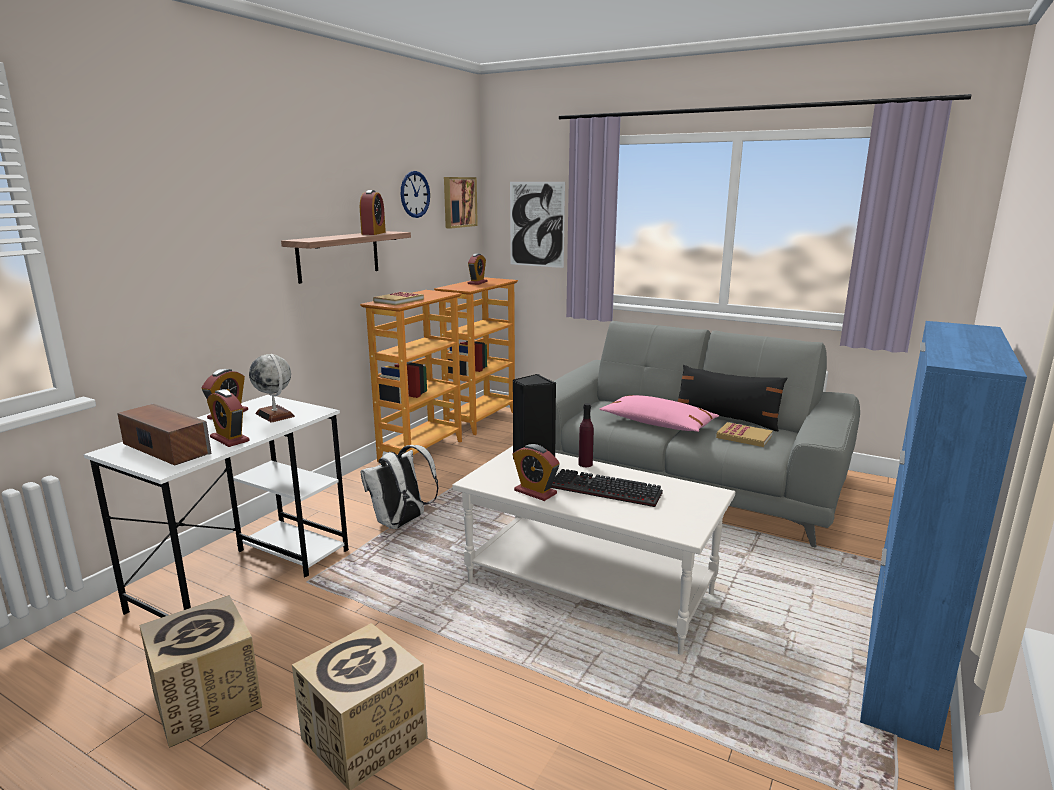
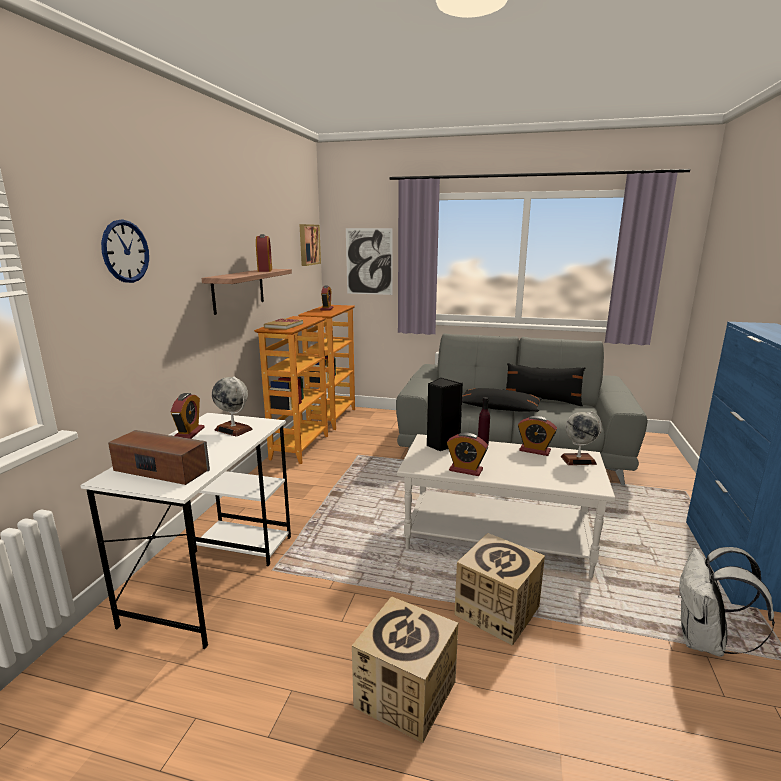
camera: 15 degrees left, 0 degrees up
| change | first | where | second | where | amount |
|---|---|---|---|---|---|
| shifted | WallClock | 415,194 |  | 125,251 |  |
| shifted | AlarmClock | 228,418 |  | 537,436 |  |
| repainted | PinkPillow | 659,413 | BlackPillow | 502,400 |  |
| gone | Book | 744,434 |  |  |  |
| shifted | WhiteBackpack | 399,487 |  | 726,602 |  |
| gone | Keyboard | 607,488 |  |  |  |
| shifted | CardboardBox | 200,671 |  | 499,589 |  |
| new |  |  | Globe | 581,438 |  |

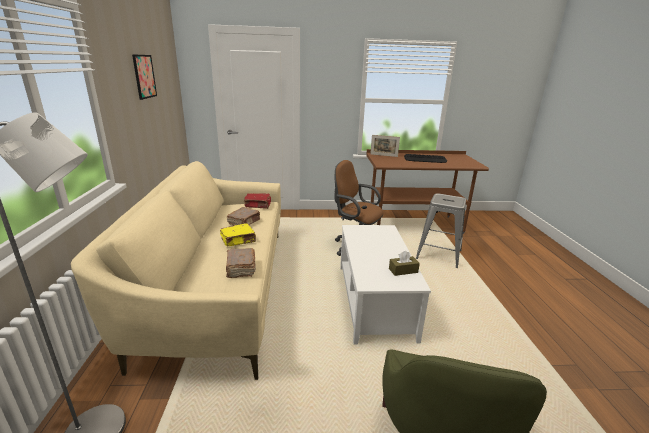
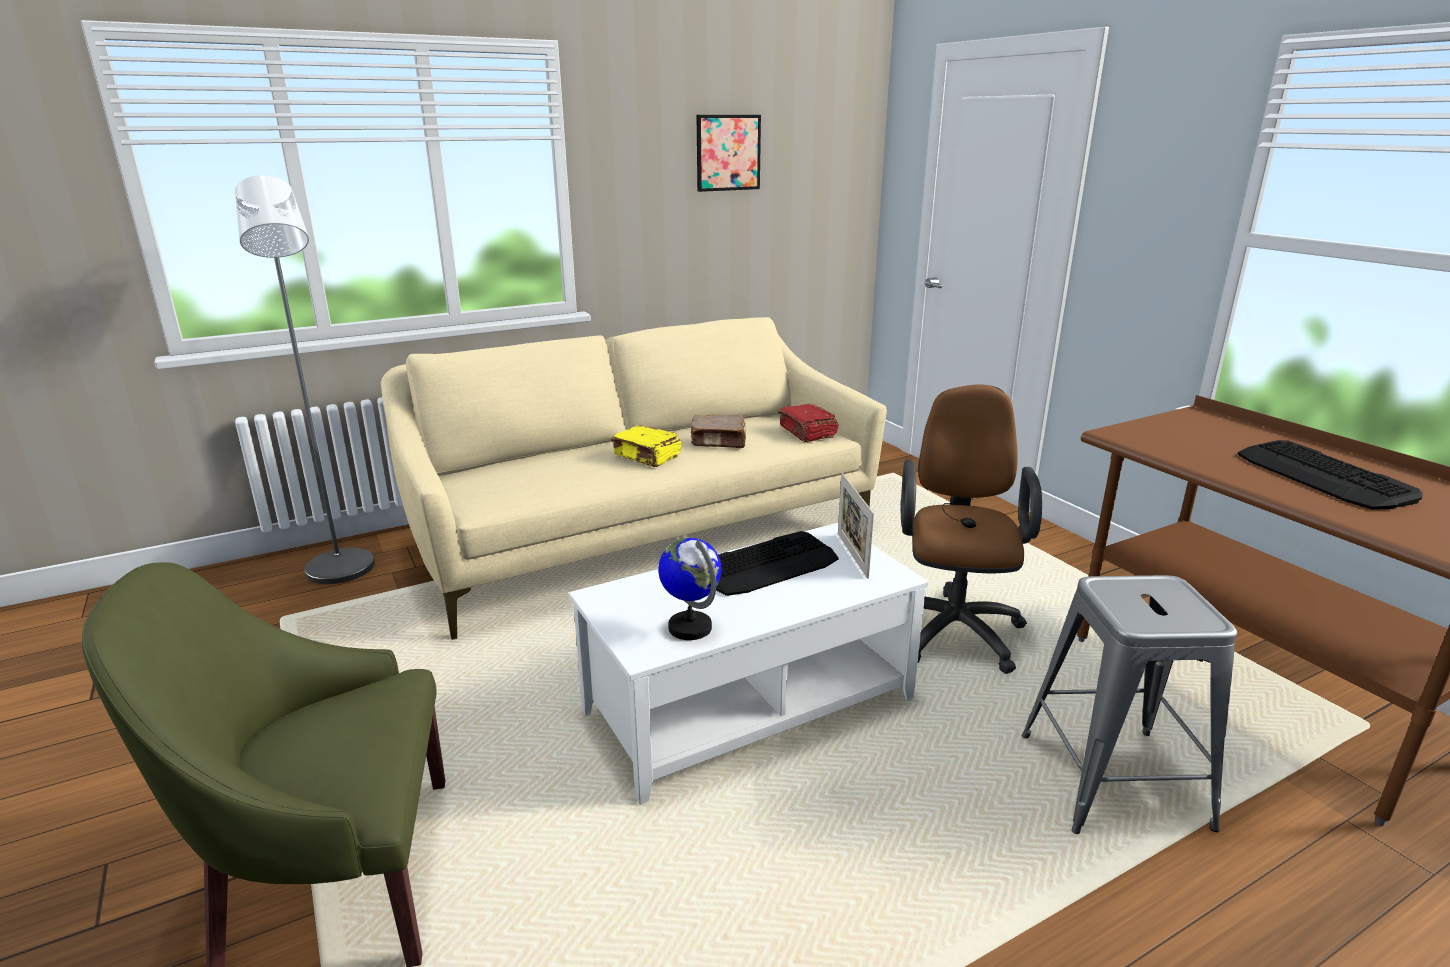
camera: 65 degrees right, 0 degrees up
| change | first | where | second | where | amount |
|---|---|---|---|---|---|
| shifted | PictureFrame | 385,146 |  | 856,526 |  |
| gone | BrownBook | 241,263 |  |  |  |
| swapped | BrownTissueBox | 404,263 | Globe | 689,589 |  |
| new |  |  | Keyboard | 777,563 |  |

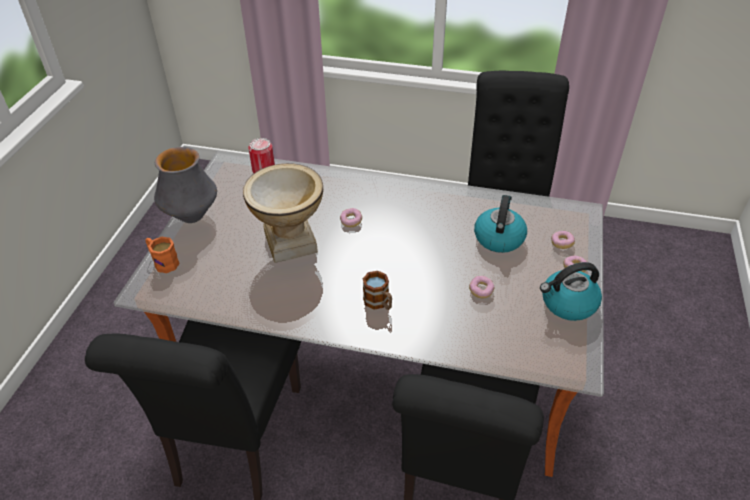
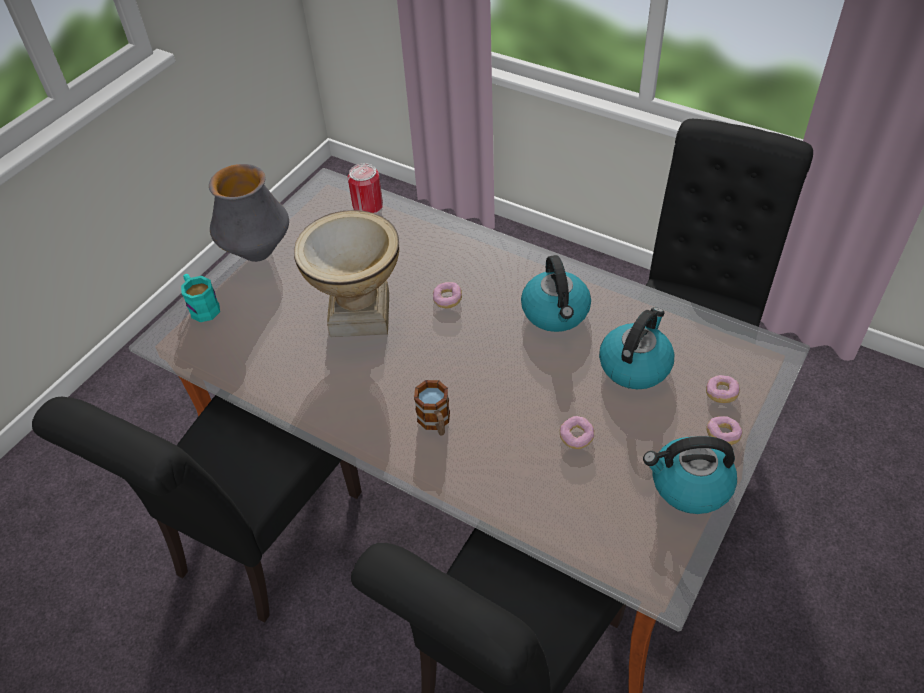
camera: 20 degrees right, 5 degrees up
| change | first | where | second | where | amount |
|---|---|---|---|---|---|
| repainted | OrangeMug | 162,254 | TurquoiseMug | 200,298 |  |
| new |  |  | Kettle | 556,293 |  |

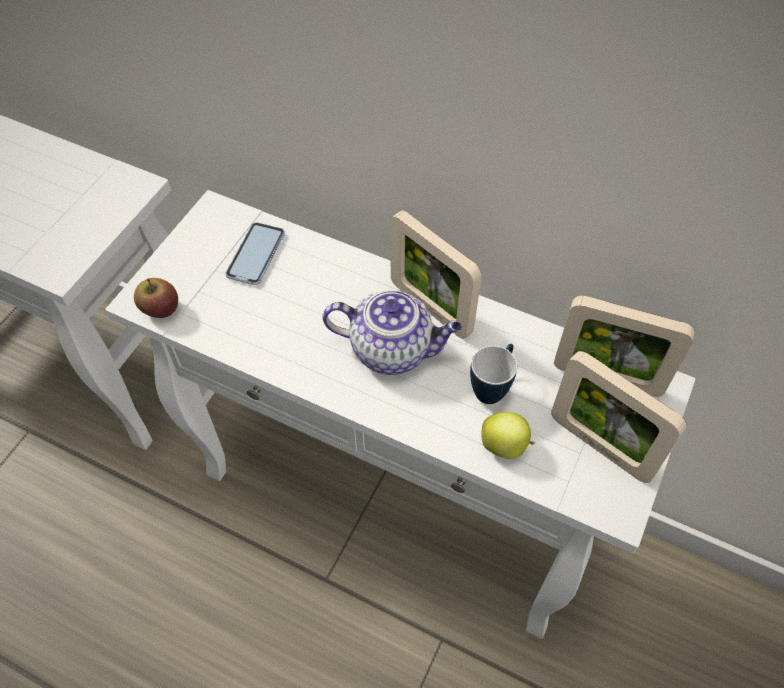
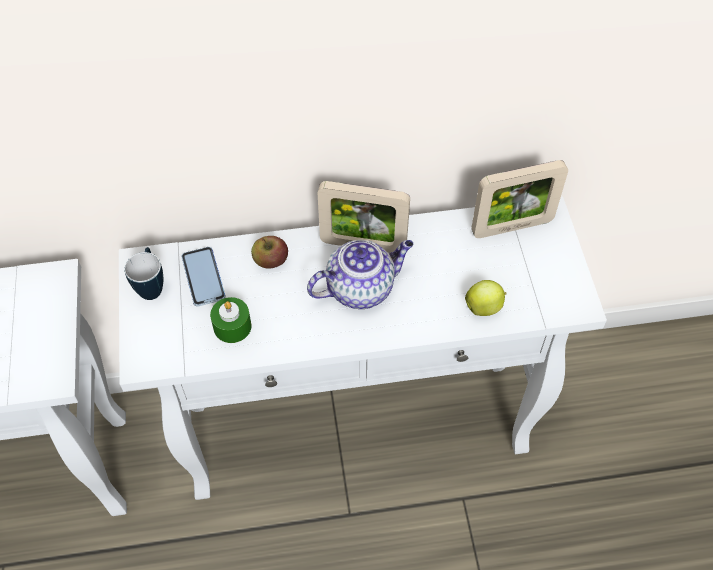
camera: 35 degrees left, 0 degrees up
| change | first | where | second | where | amount |
|---|---|---|---|---|---|
| shifted | Apple | 156,298 |  | 269,252 |  |
| shifted | Mug | 493,374 |  | 143,273 |  |
| gone | PictureFrame | 619,417 |  |  |  |
| new |  |  | GreenCandle | 230,320 |  |

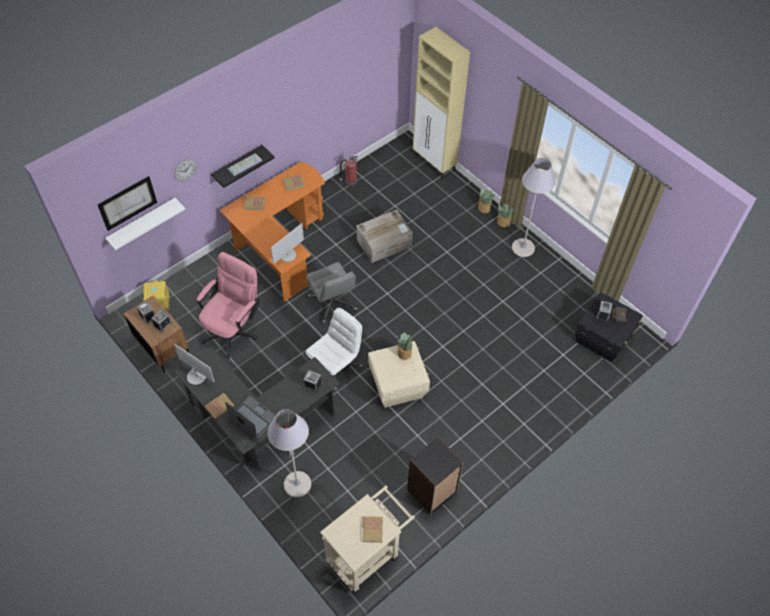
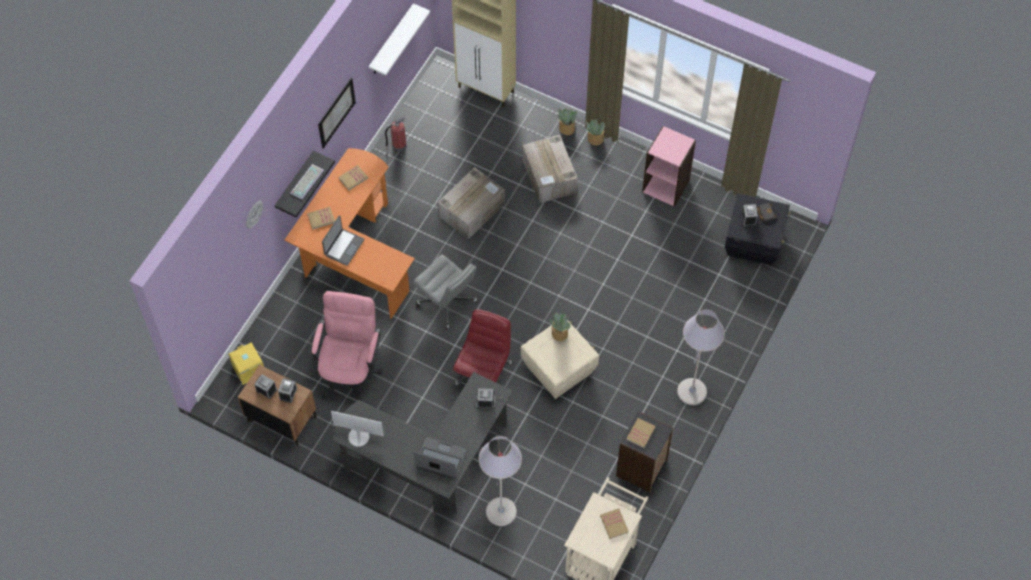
camera: 20 degrees left, 5 degrees up
| change | first | where | second | where | amount |
|---|---|---|---|---|---|
| shifted | GreyFloorLamp | 534,207 |  | 701,357 |  |
| shifted | Picture | 127,203 |  | 337,113 |  |
| shifted | WhiteShelf | 145,224 |  | 399,39 |  |
| gone | Monitor | 287,243 |  |  |  |
| repainted | WhiteOfficeChair | 334,349 | RedOfficeChair | 483,347 |  |
| shifted | Book | 219,406 |  | 641,433 |  |
| new |  |  | PinkBookcase | 669,166 |  |
| new |  |  | CardboardBox | 550,169 |  |
| new |  |  | Laptop | 343,240 |  |

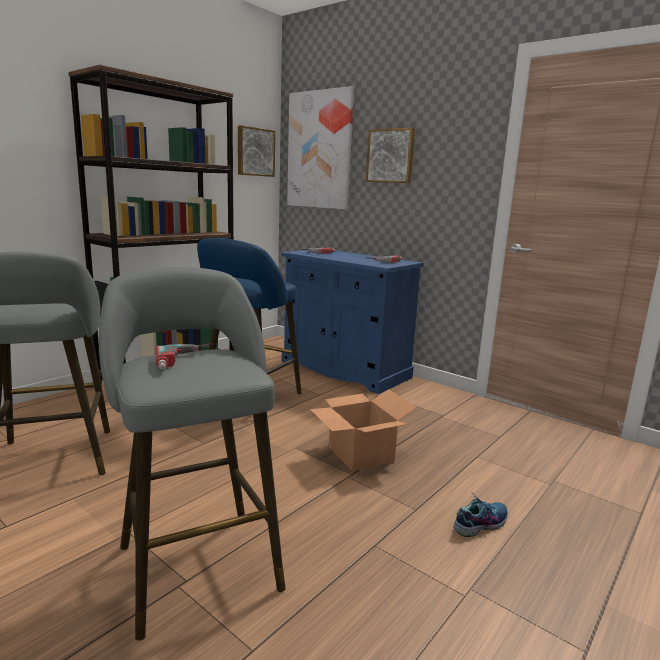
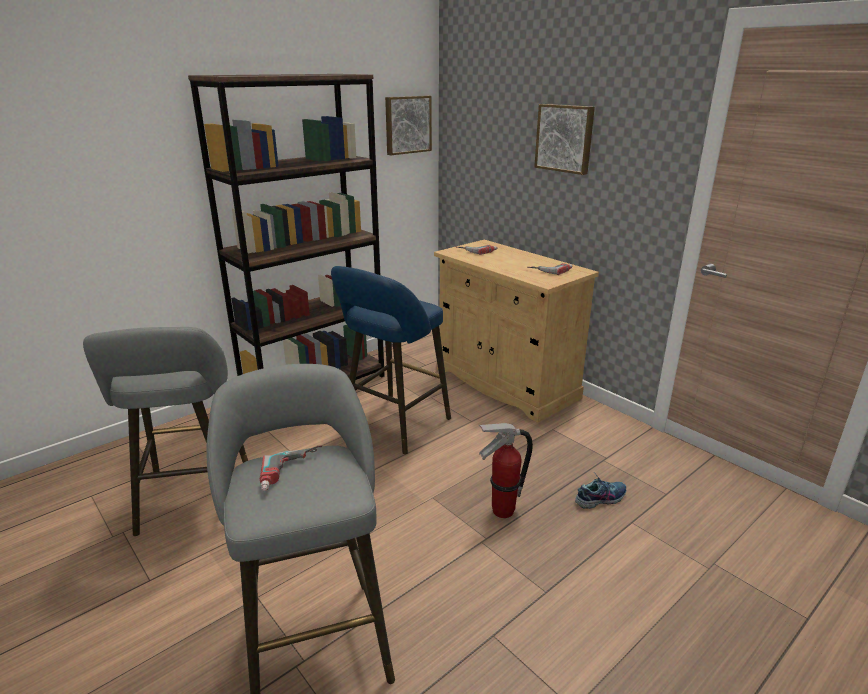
camera: 10 degrees right, 10 degrees up
| change | first | where | second | where | amount |
|---|---|---|---|---|---|
| gone | Picture | 320,148 |  |  |  |
| repainted | BlueCabinet | 352,322 | BeigeCabinet | 516,331 |  |
| swapped | CardboardBox | 363,430 | FireExtinguisher | 506,470 |  |
| shifted | Shoe | 480,516 |  | 600,492 |  |

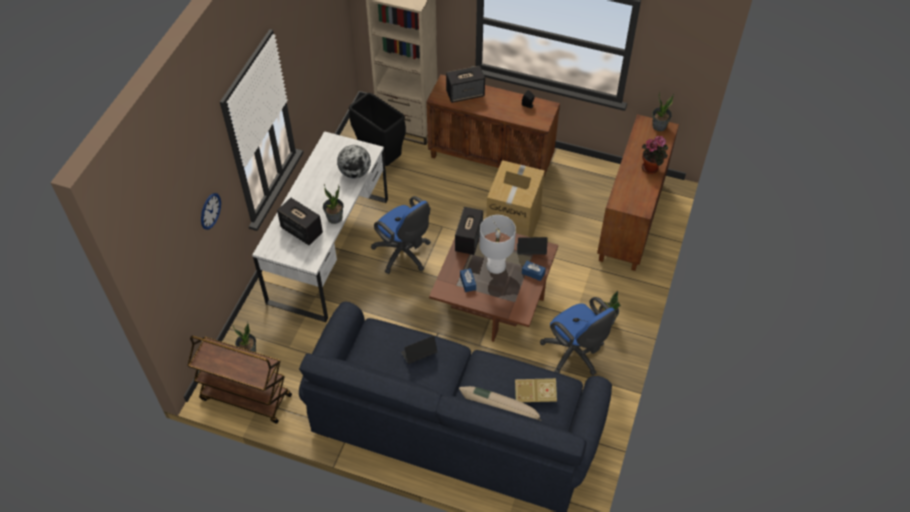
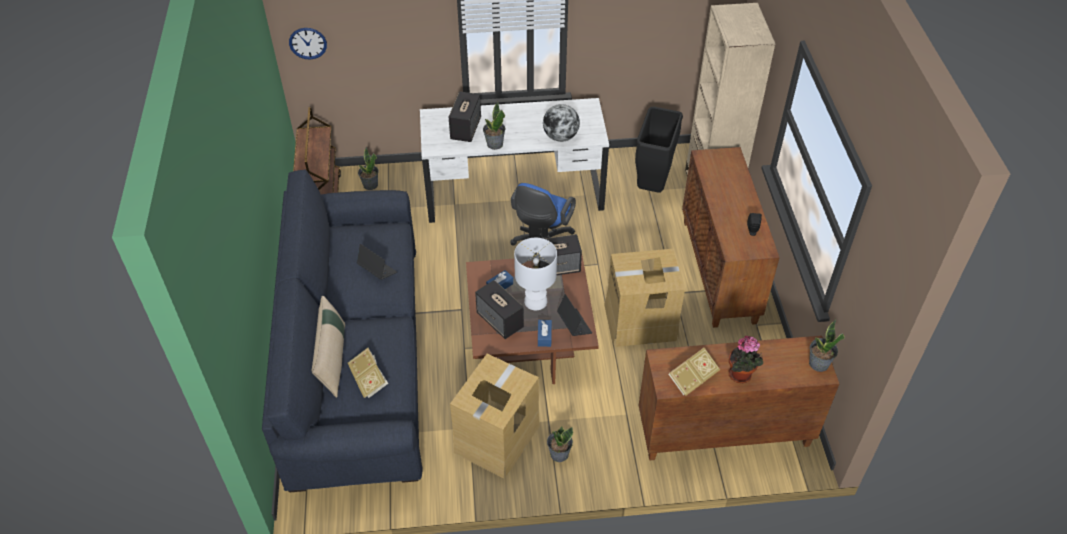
camera: 65 degrees right, 5 degrees down
| change | first | where | second | where | amount |
|---|---|---|---|---|---|
| shifted | Speaker | 465,84 |  | 499,309 |  |
| shifted | WallClock | 211,211 |  | 308,43 |  |
| swapped | BlueOfficeChair | 578,336 | CardboardBox | 495,416 |  |
| new |  |  | Book | 694,372 |  |

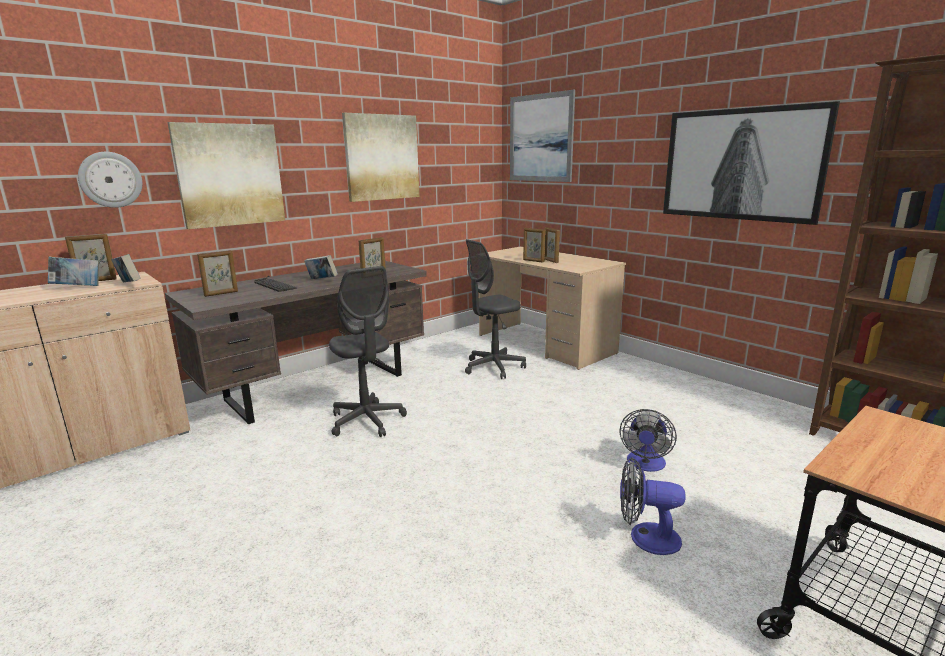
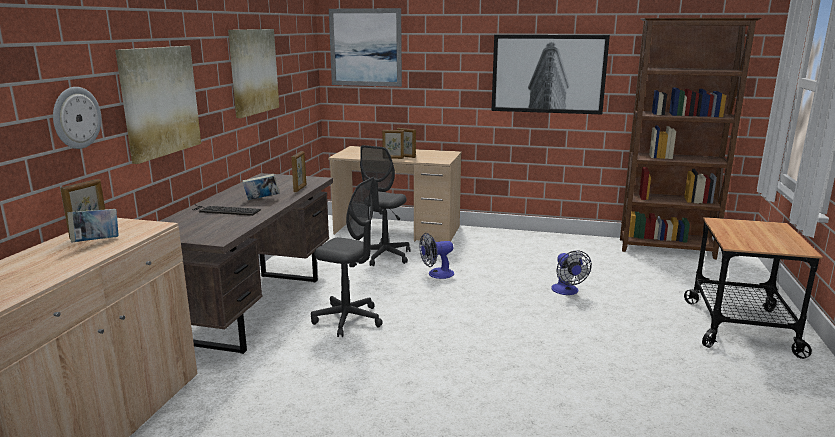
camera: 35 degrees left, 0 degrees up
| change | first | where | second | where | amount |
|---|---|---|---|---|---|
| gone | PictureFrame | 217,273 |  |  |  |
| gone | Book | 126,268 |  |  |  |
| shifted | Fan | 653,506 |  | 436,256 |  |

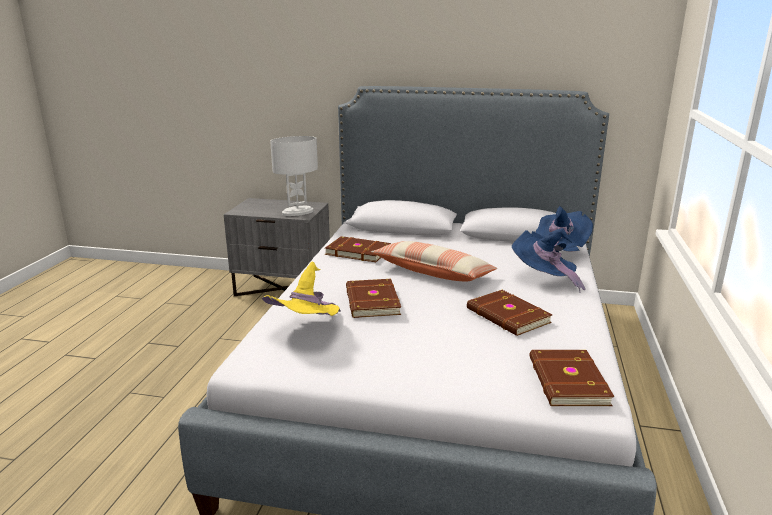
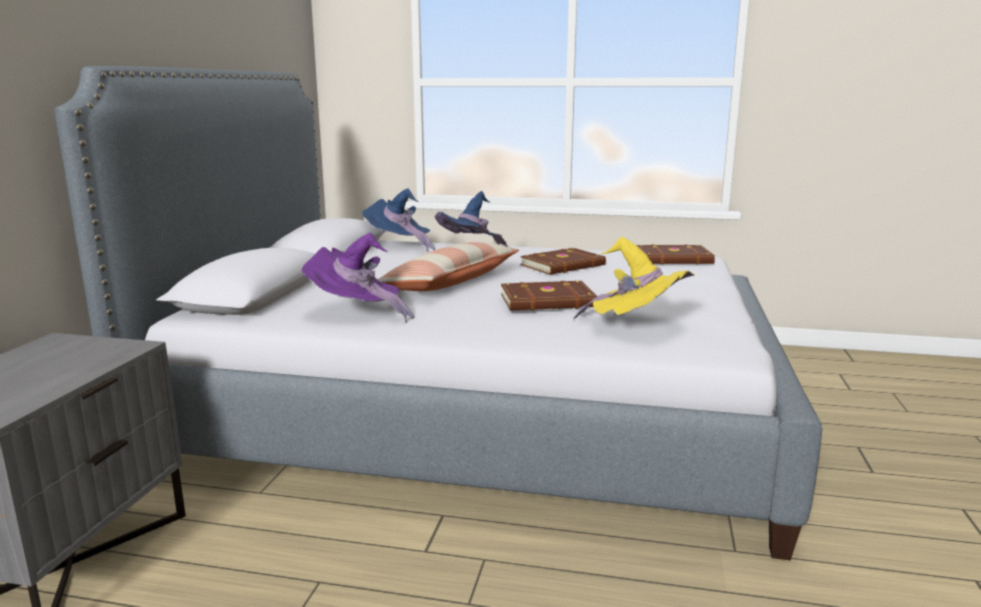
camera: 90 degrees left, 5 degrees down
| change | first | where | second | where | amount |
|---|---|---|---|---|---|
| gone | WhiteTableLamp | 294,176 |  |  |  |
| swapped | BrownBook | 358,249 | PurpleHat | 358,278 |  |

